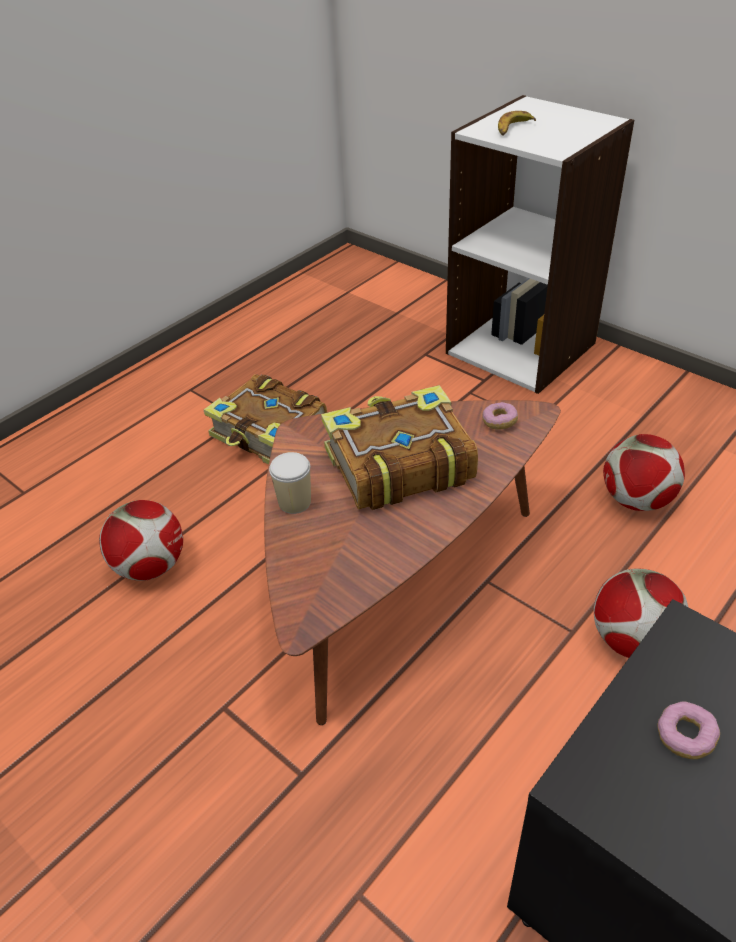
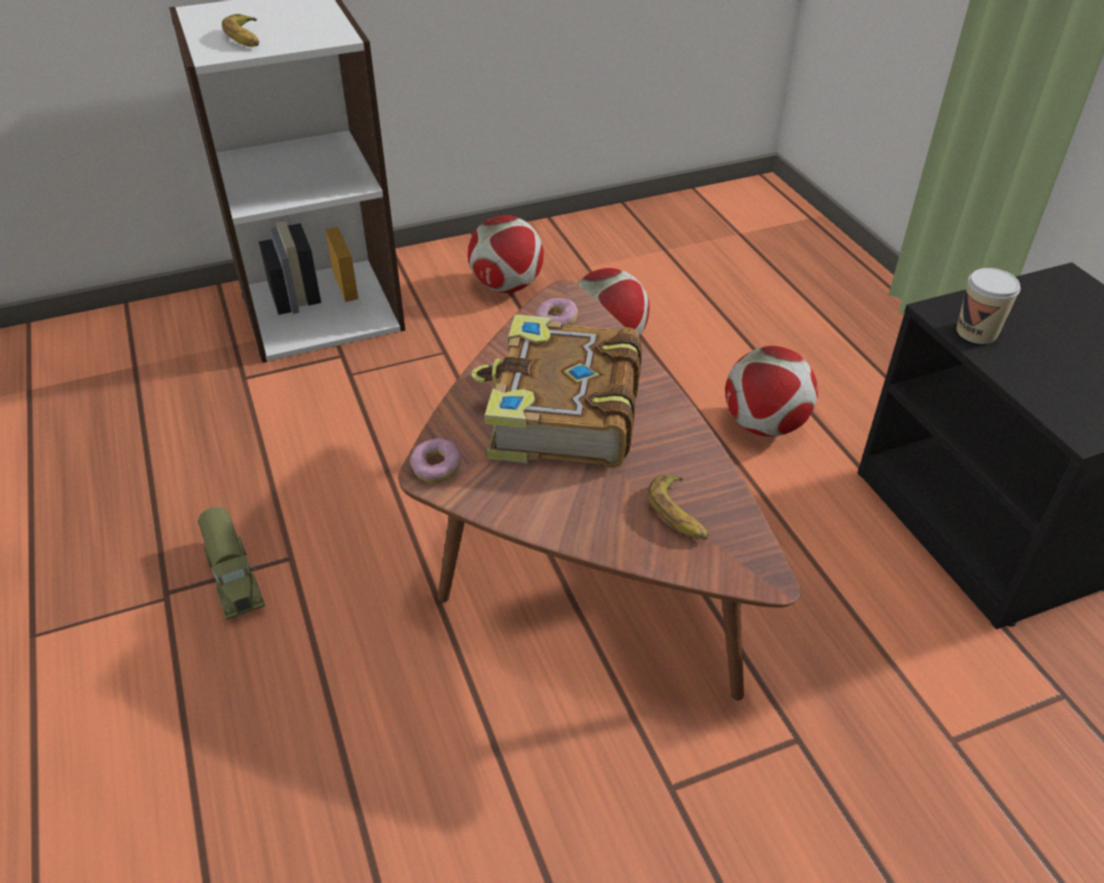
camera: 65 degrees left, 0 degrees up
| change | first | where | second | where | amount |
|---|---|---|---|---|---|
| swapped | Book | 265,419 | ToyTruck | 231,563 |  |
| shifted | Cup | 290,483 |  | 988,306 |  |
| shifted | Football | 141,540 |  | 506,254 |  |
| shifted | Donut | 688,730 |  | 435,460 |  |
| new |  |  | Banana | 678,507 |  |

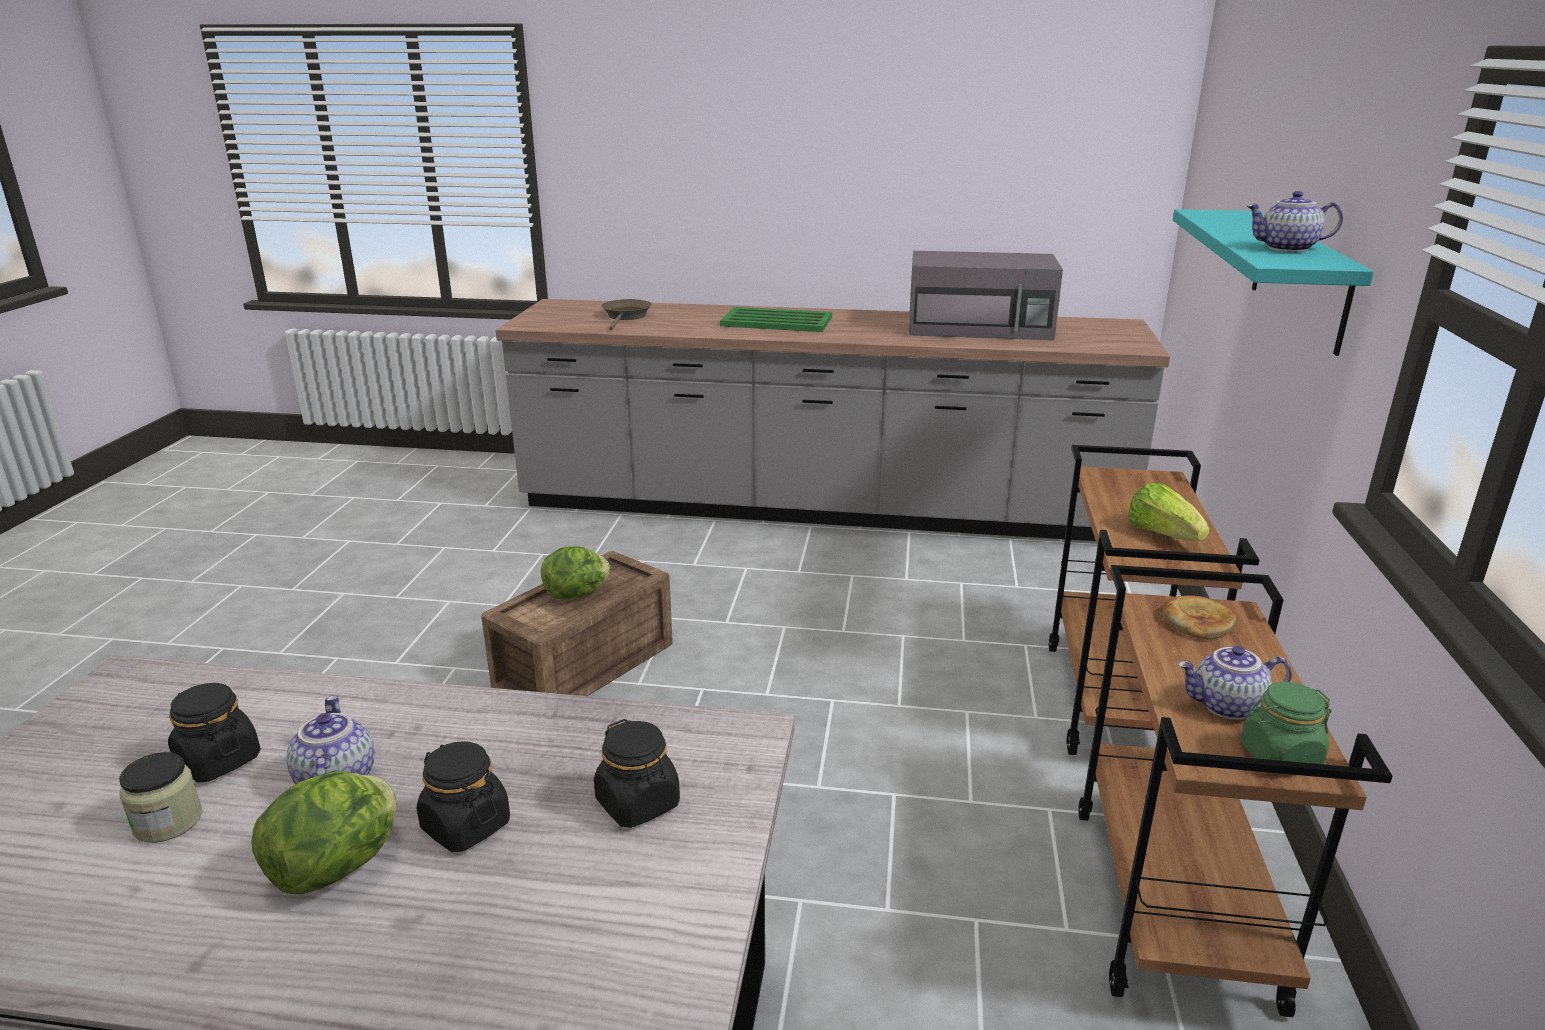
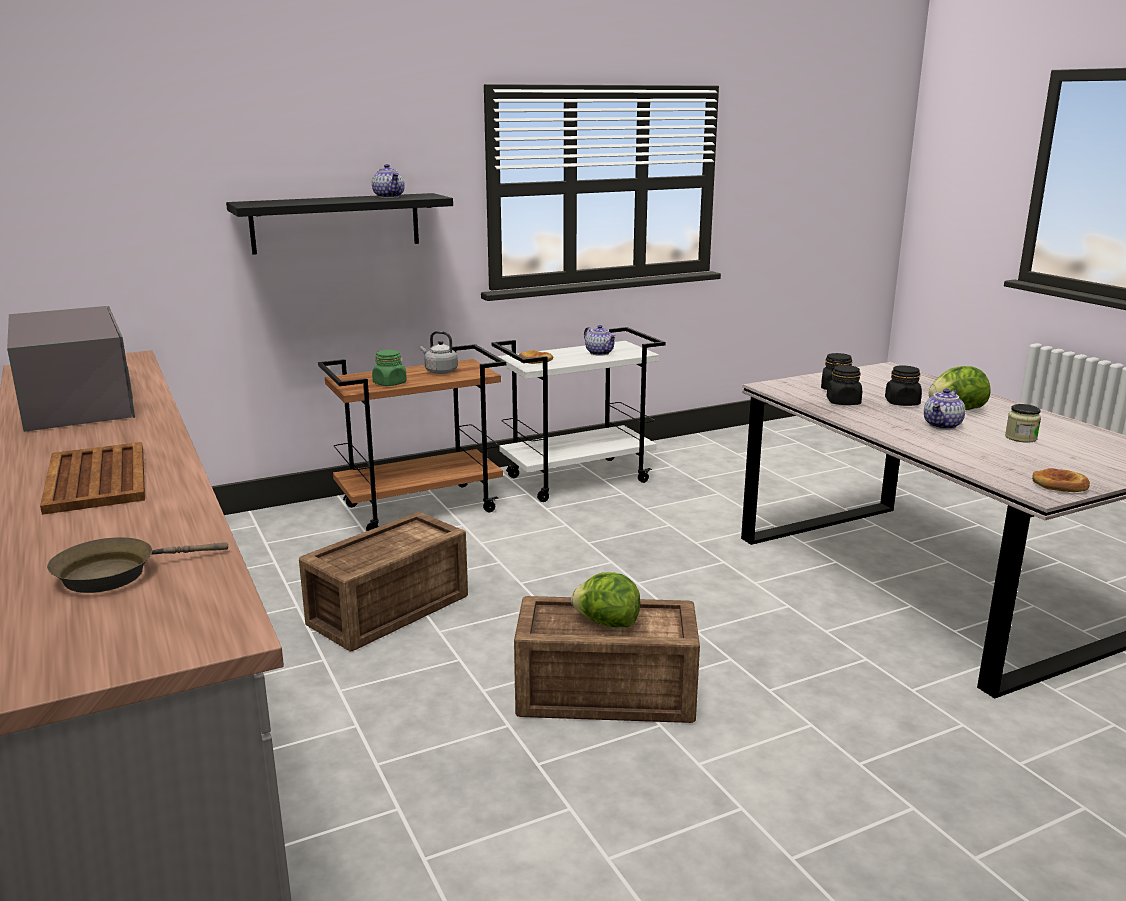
camera: 125 degrees left, 5 degrees down
| change | first | where | second | where | amount |
|---|---|---|---|---|---|
| repainted | TurquoiseShelf | 1273,282 | BlackShelf | 339,224 |  |
| repainted | GreenTray | 776,319 | BrownTray | 92,478 |  |
| swapped | Lettuce | 1168,512 | GreyKettle | 439,352 |  |
| repainted | BrownCart | 1235,791 | WhiteCart | 579,414 |  |
| shifted | GreenJar | 1285,728 |  | 389,368 |  |
| shifted | BlackJar | 214,733 |  | 844,385 |  |
| new |  |  | Bread | 1061,480 |  |
| new |  |  | Crate | 383,581 |  |

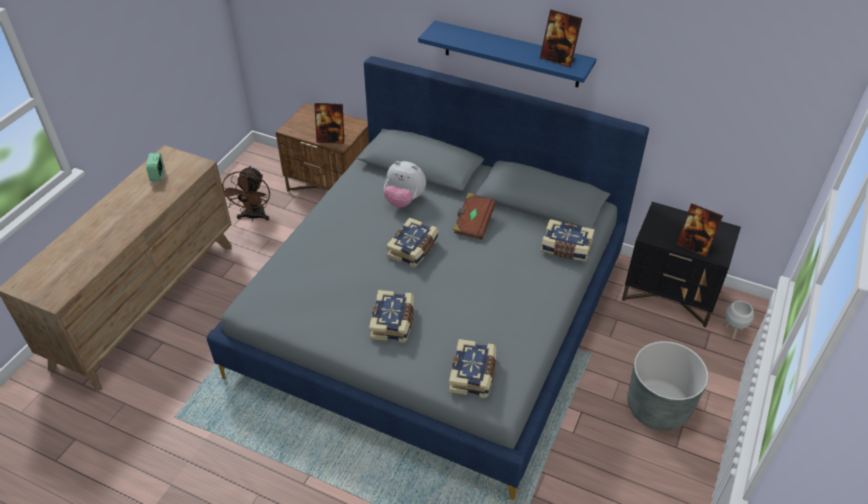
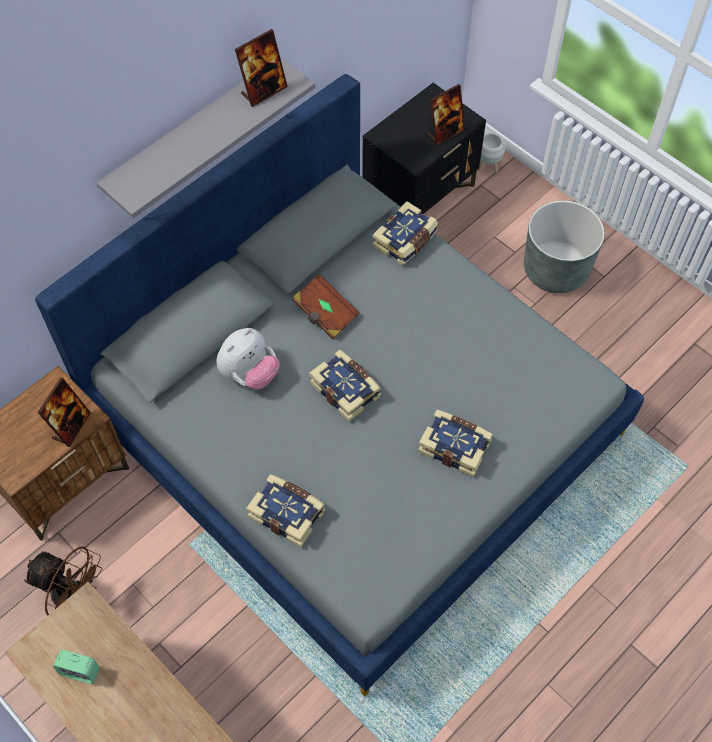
camera: 70 degrees left, 15 degrees up
| change | first | where | second | where | amount |
|---|---|---|---|---|---|
| repainted | BlueShelf | 507,54 | GreyShelf | 206,137 |  |
| shifted | Book | 472,368 |  | 285,511 |  |

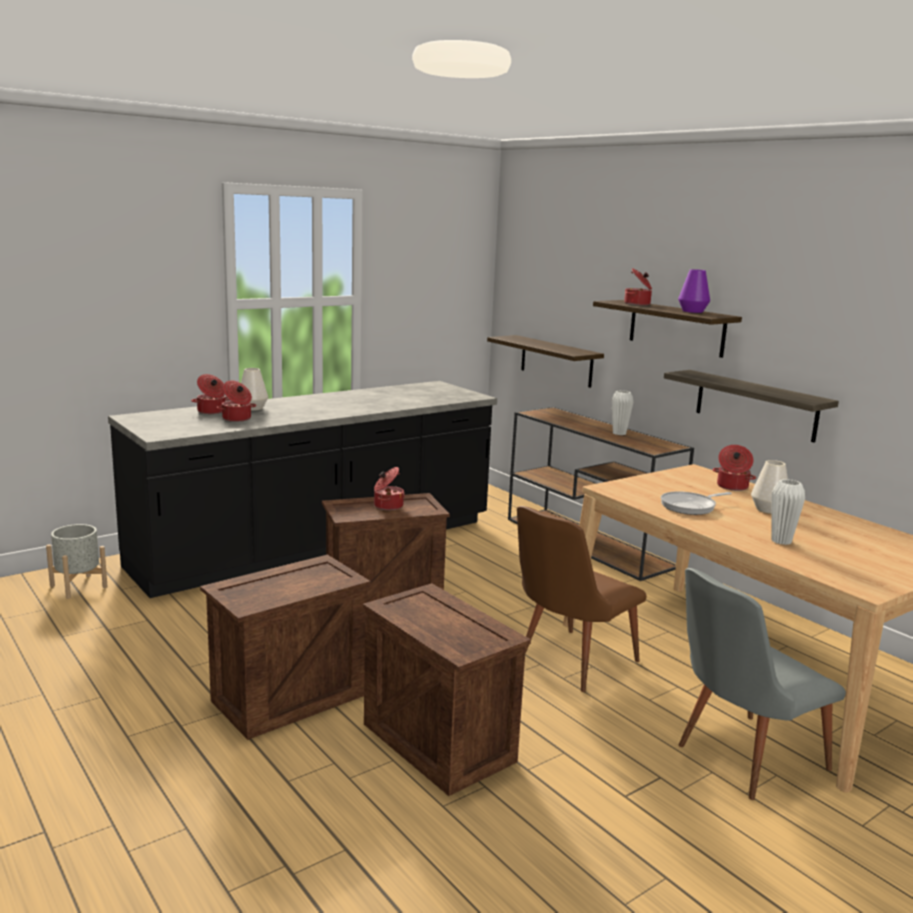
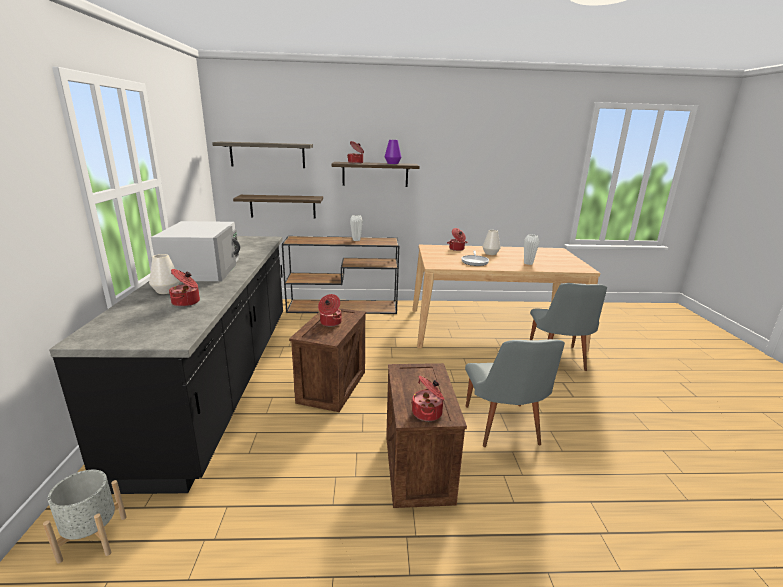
camera: 55 degrees left, 5 degrees up
| change | first | where | second | where | amount |
|---|---|---|---|---|---|
| shifted | Shelf | 751,406 |  | 262,155 |  |
| shifted | CookingPot | 210,394 |  | 428,398 |  |
| gone | BrownChair | 582,599 |  |  |  |
| swapped | Crate | 447,689 | GreyChair | 515,393 |  |
| new |  |  | WhiteMicrowave | 195,251 |  |

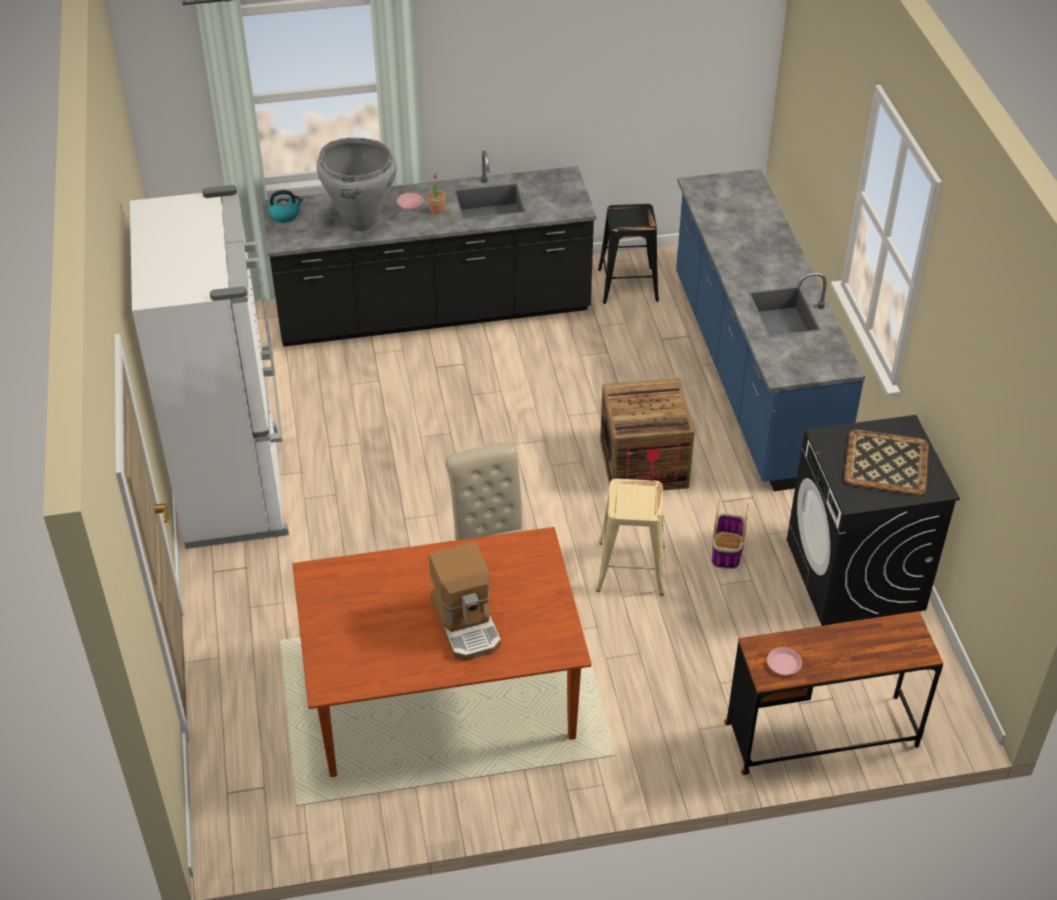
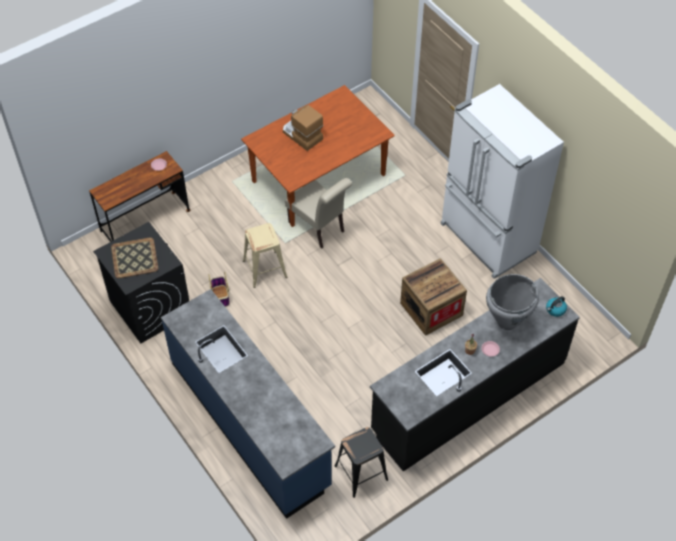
camera: 155 degrees right, 10 degrees up
| change | first | where | second | where | amount |
|---|---|---|---|---|---|
| shifted | Crate | 647,434 |  | 433,297 |  |

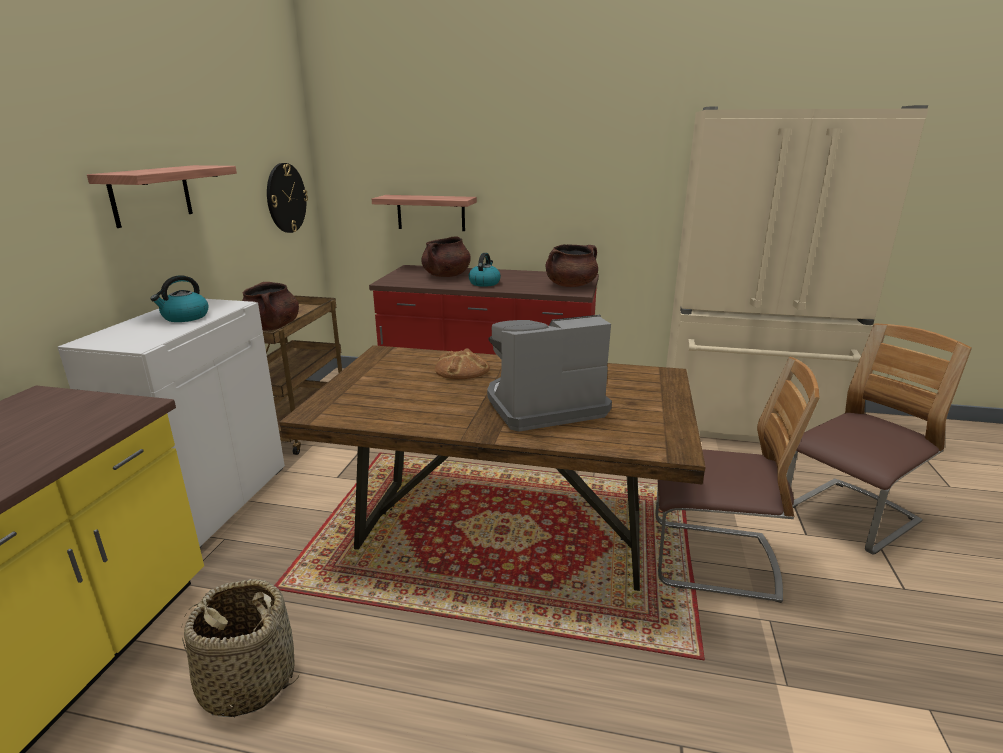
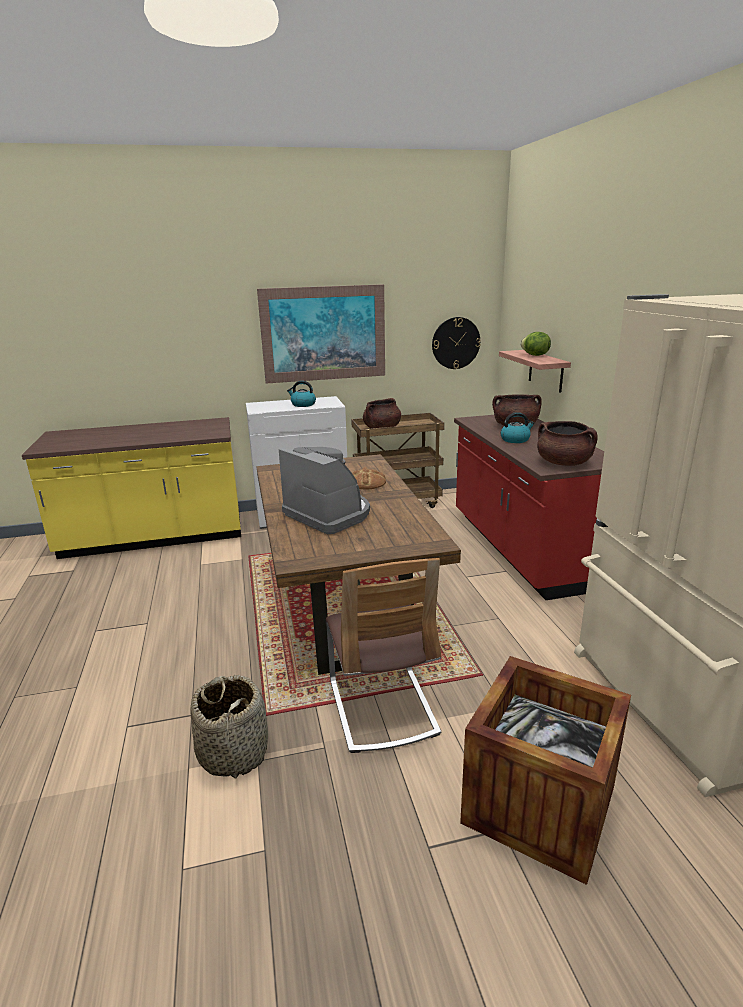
camera: 65 degrees right, 0 degrees up
| change | first | where | second | where | amount |
|---|---|---|---|---|---|
| swapped | Shelf | 162,196 | Picture | 321,334 |  |
| swapped | Chair | 879,439 | Crate | 545,770 |  |
| shifted | Basket | 240,648 |  | 229,727 |  |
| new |  |  | Lettuce | 535,344 |  |

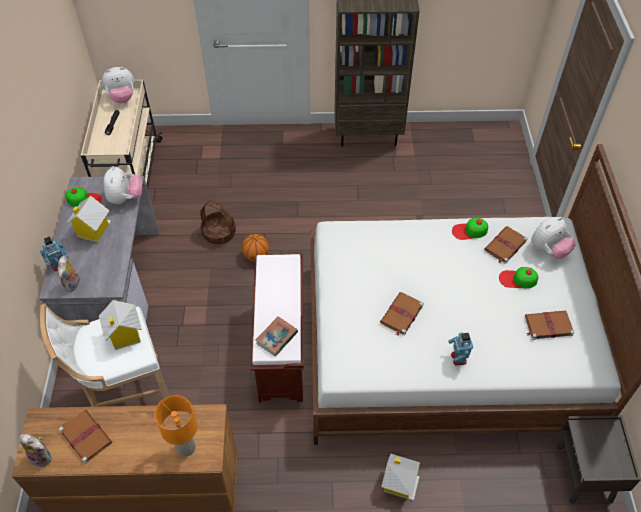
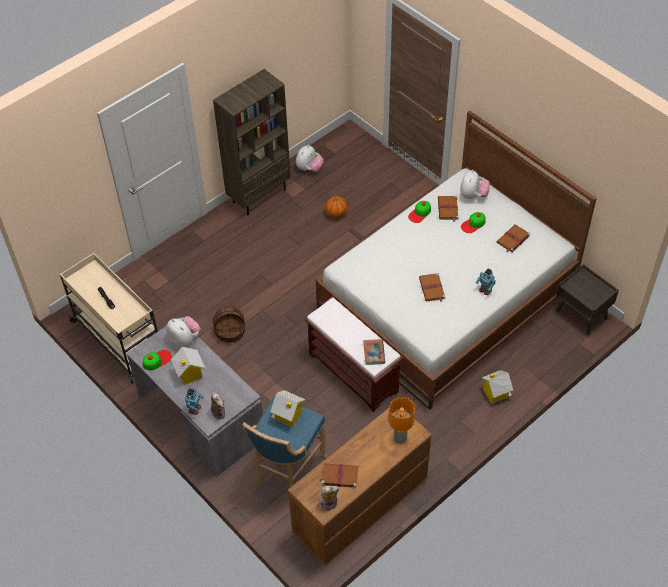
camera: 40 degrees left, 0 degrees up
| change | first | where | second | where | amount |
|---|---|---|---|---|---|
| shifted | PlushToy | 118,85 |  | 310,158 |  |
| shifted | Basketball | 255,248 |  | 336,207 |  |
| repainted | WhiteStool | 104,355 | BlueStool | 285,441 |  |

